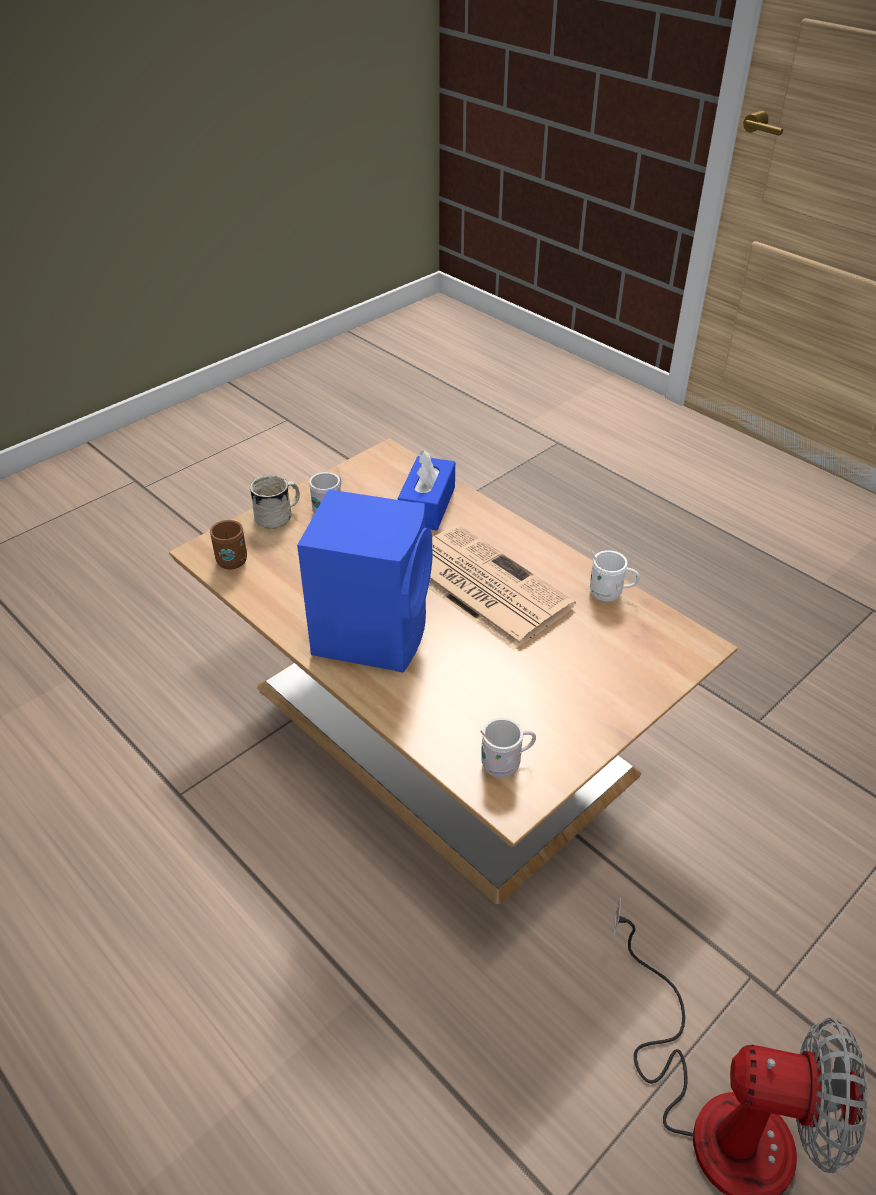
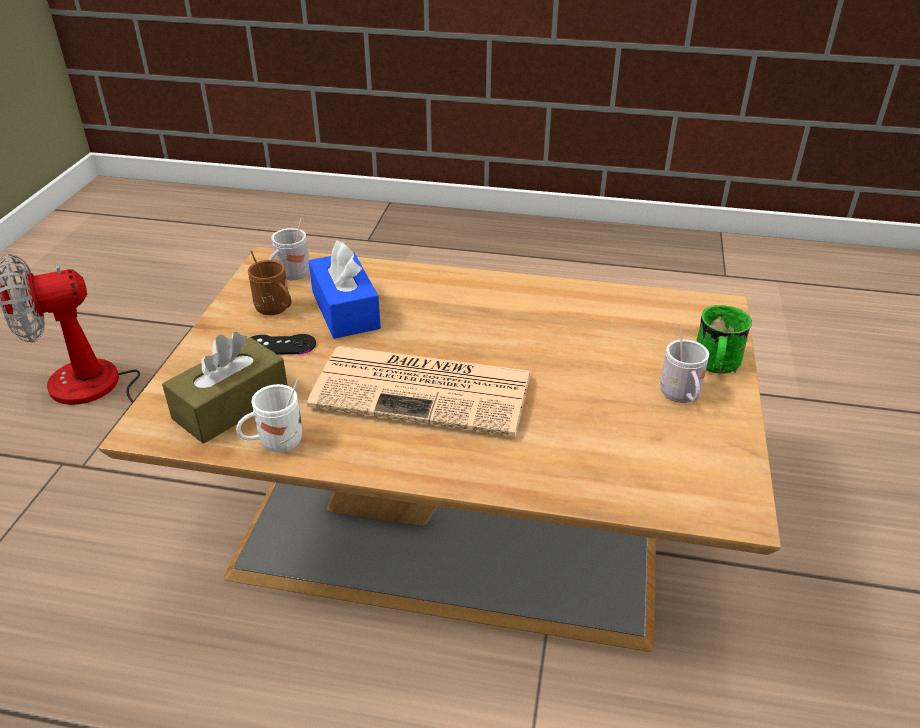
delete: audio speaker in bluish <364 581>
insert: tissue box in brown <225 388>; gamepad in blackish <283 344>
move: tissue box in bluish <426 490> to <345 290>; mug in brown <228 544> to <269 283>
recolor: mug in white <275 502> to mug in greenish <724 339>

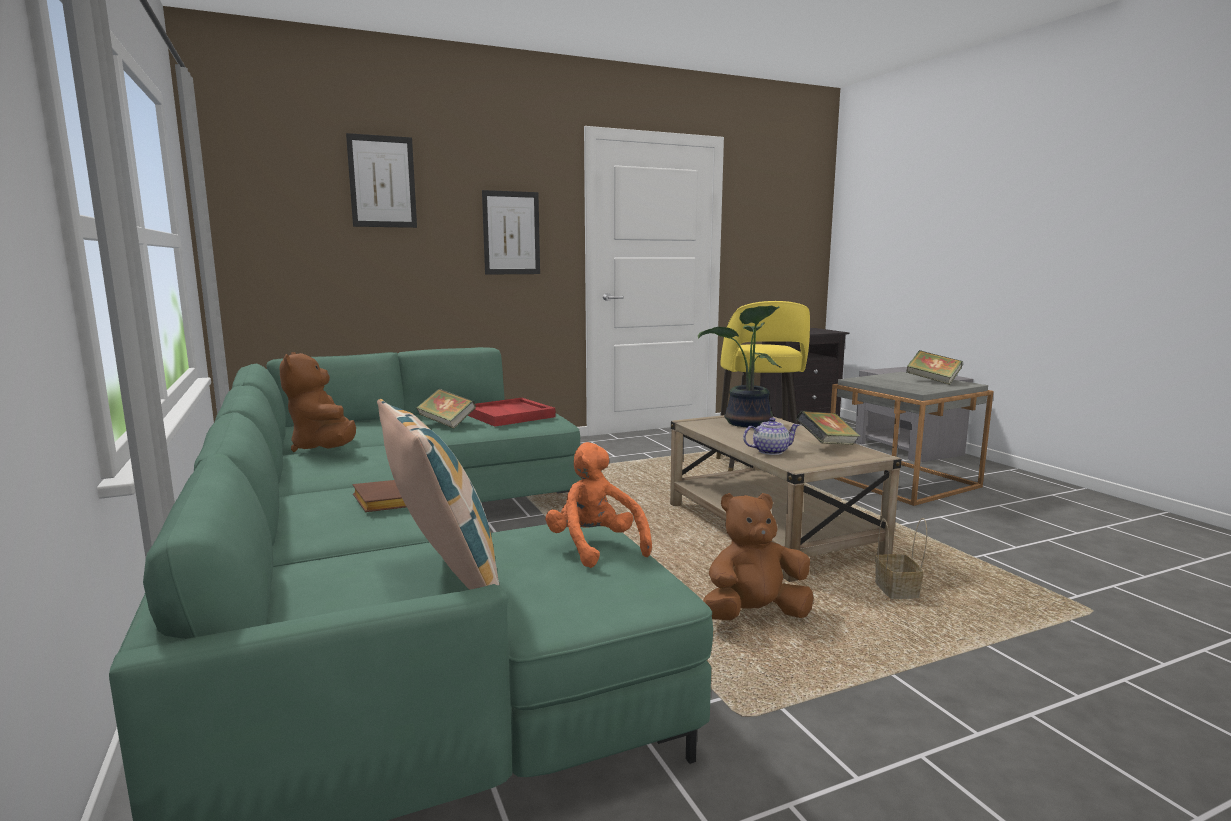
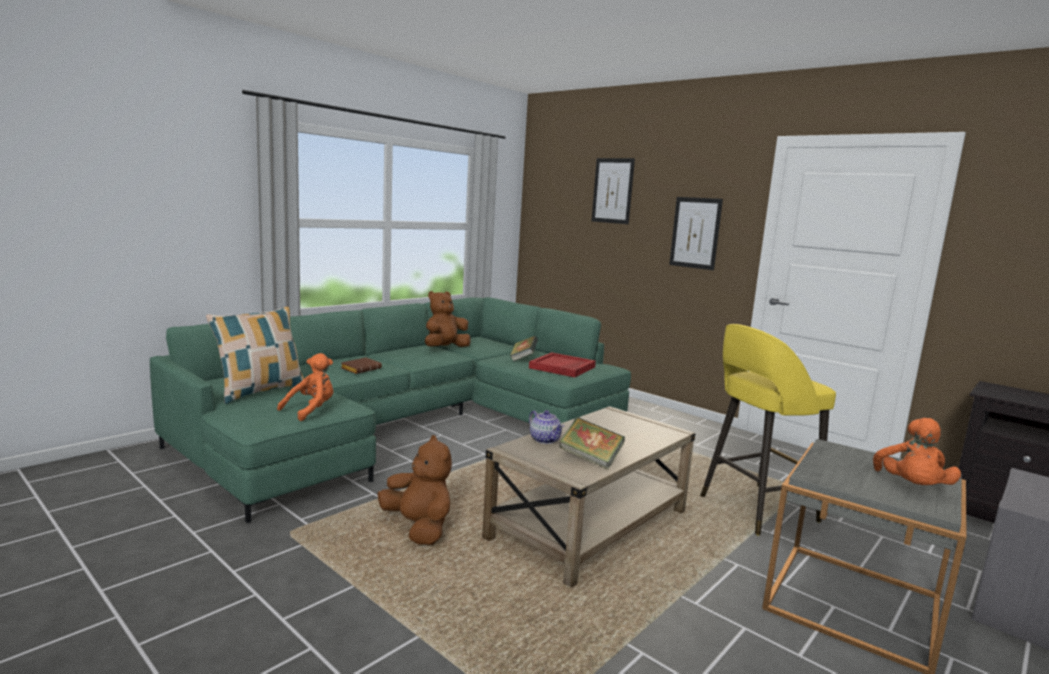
delete: houseplant <739 367>; household basket <901 558>
replace: book <934 367> to plush toy in orange <917 451>

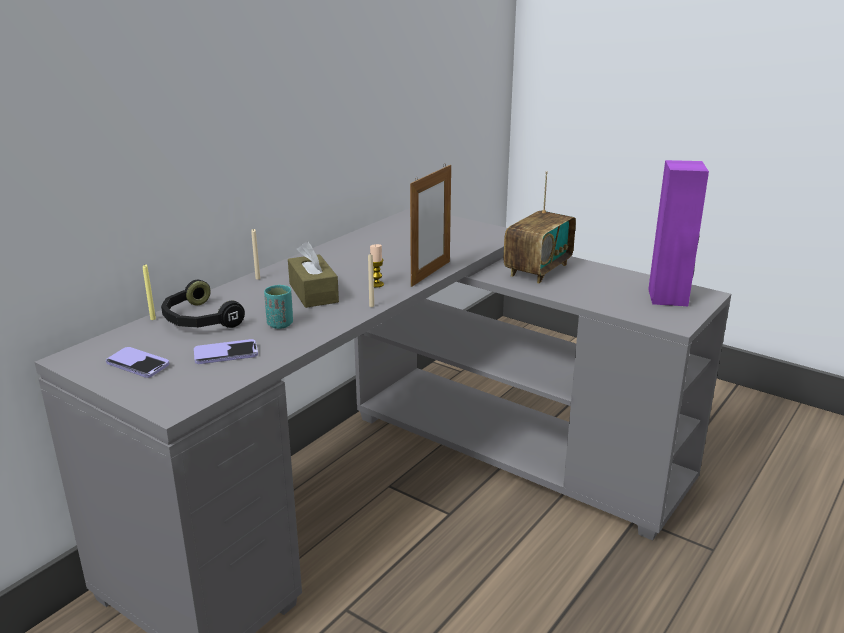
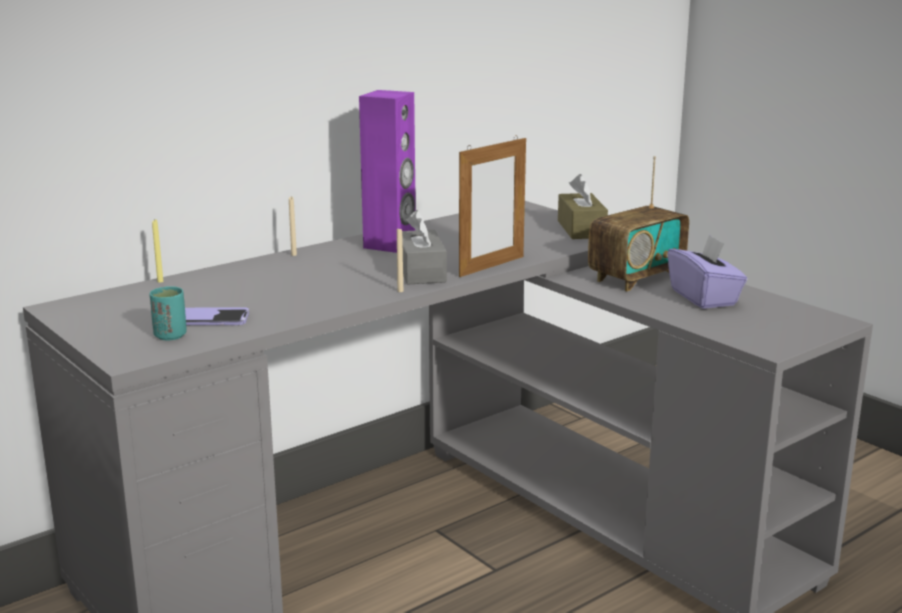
delete: pair of headphones in blackish <203 304>; handset <138 362>
insert: tissue box in purple <707 271>
move: audio speaker in purple <678 233> to <387 171>; tissue box in brown <313 274> to <583 206>; cup in turquoise-coloured <278 307> to <168 313>
replace: wax light <377 265> to tissue box in grey <424 247>

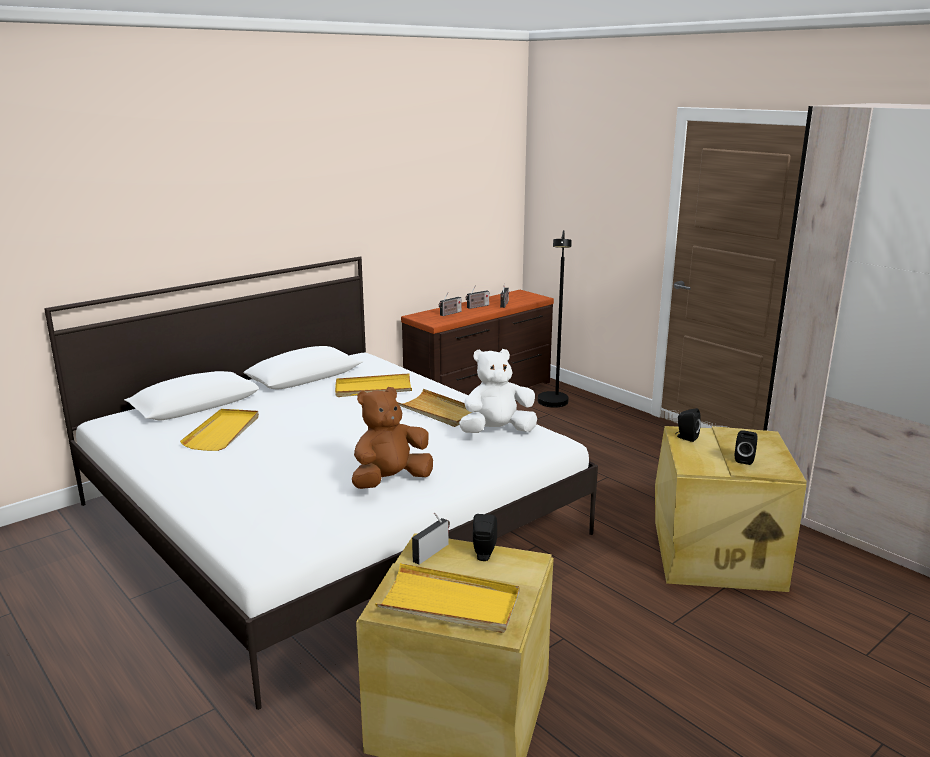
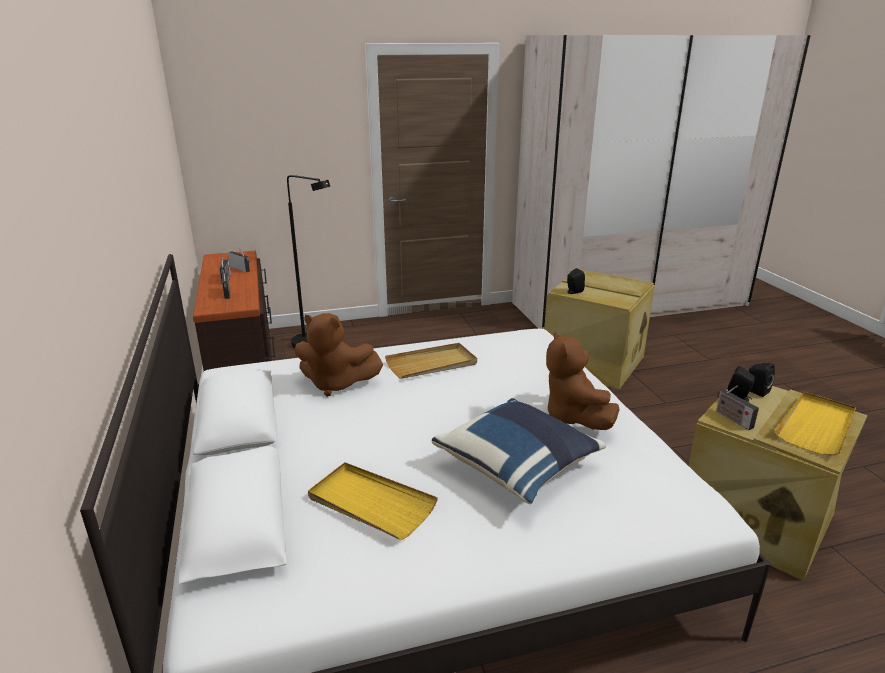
delete: plush toy in white <498 391>
insert: cushion in bluish <519 451>
move: audio speaker in blackish <746 447> to <762 380>
replace: serving tray in yellow <373 385> to plush toy in brown <338 355>

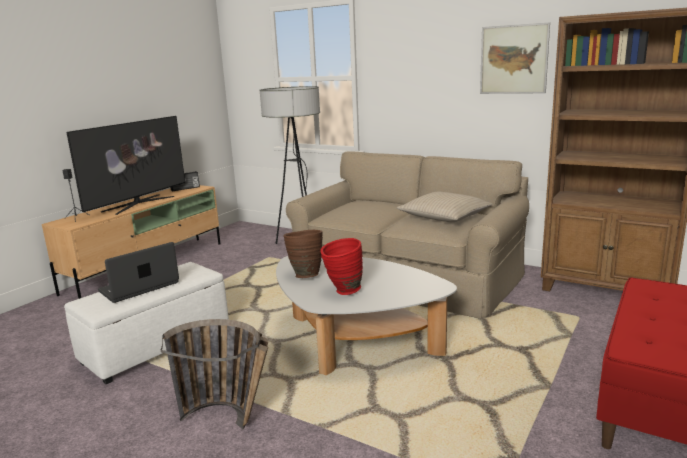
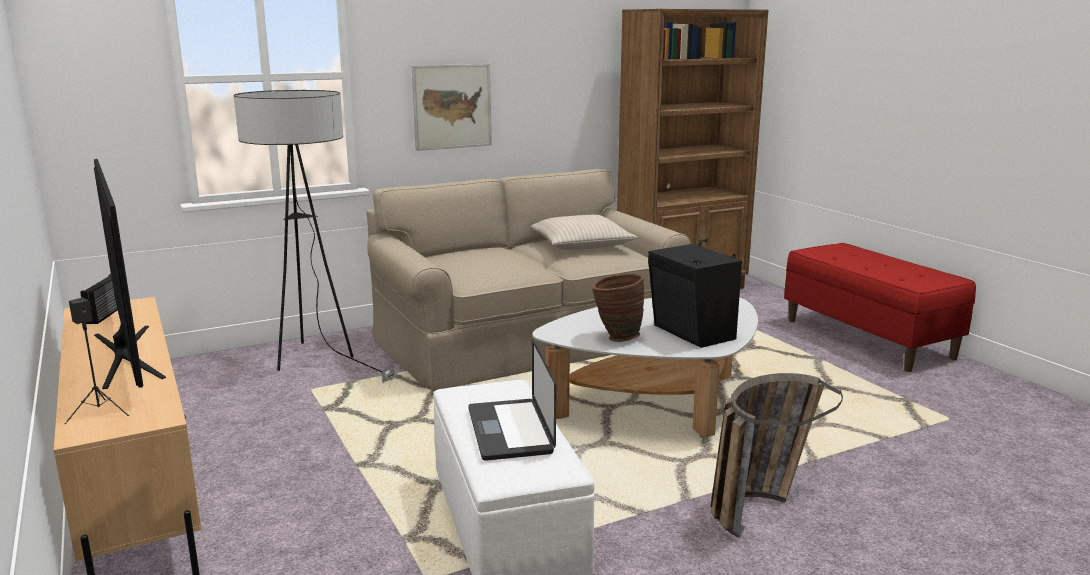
move: picture <515 58> to <452 107>
replace: vase in red <341 266> to audio speaker in blackish <695 295>

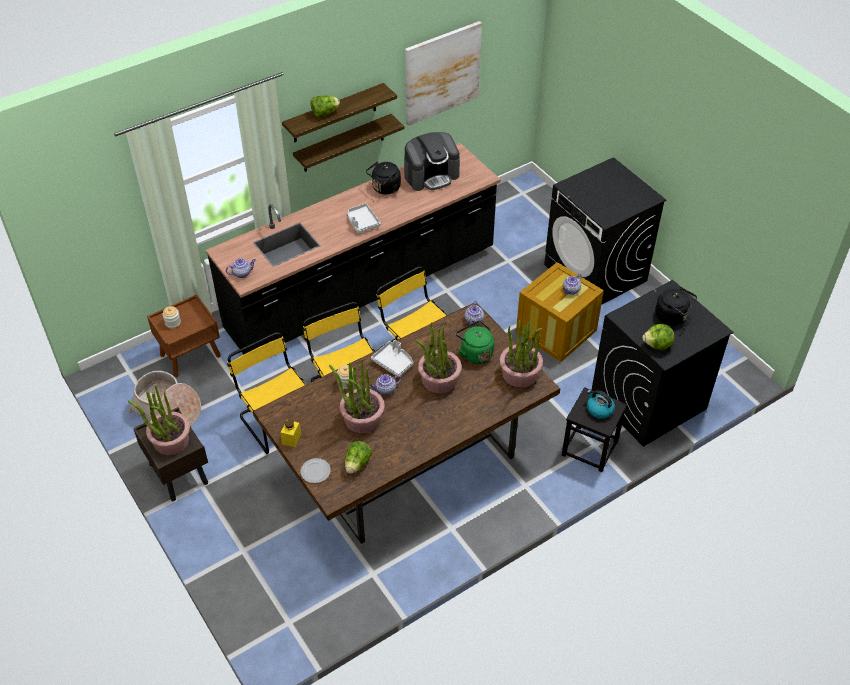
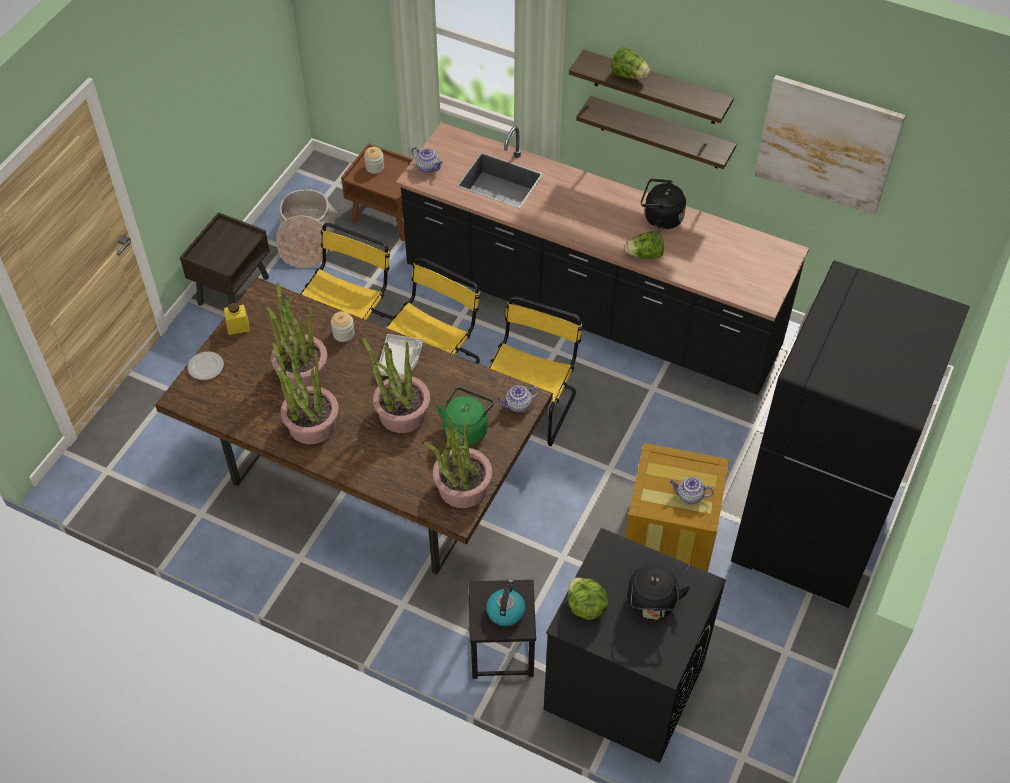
delete: coffee machine <432 161>; serving tray in grey <364 218>; tea pot <386 385>
move: houseplant <159 420> to <305 393>; lettuce head <358 457> to <644 245>
replace: laundry machine in blackish <605 231> to refrigerator in blackish <850 434>

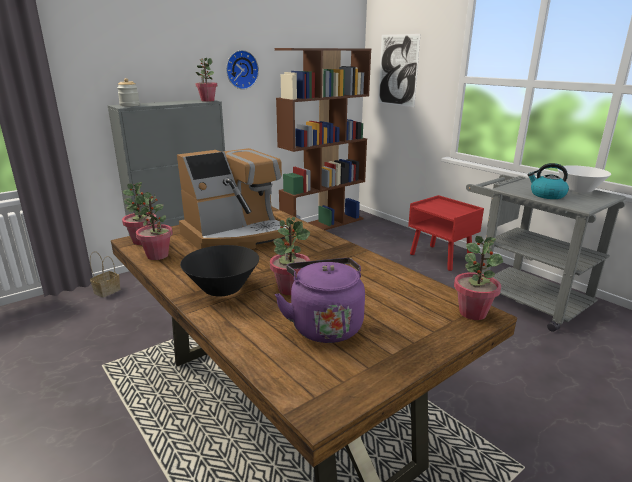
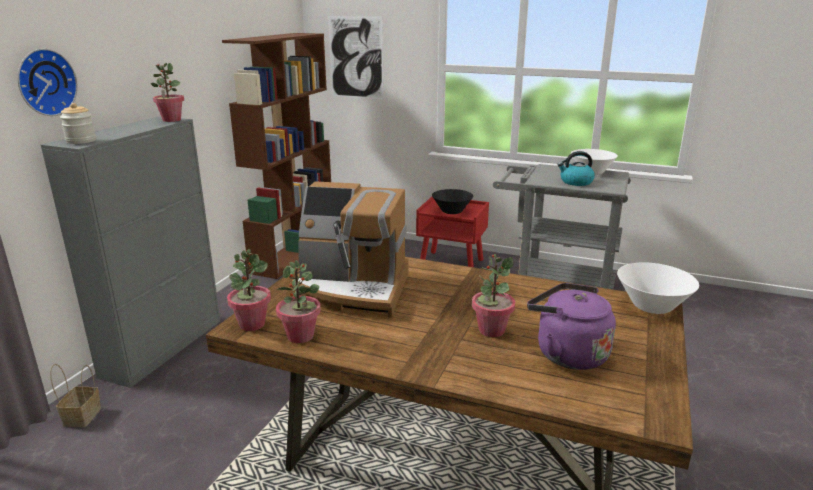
move: clock on the wall <242 70> to <47 82>; bowl in blackish <219 270> to <452 201>
replace: houseplant <478 278> to bowl in white <658 288>
rotate: coffee machine <235 198> = <350 249> 75 degrees clockwise

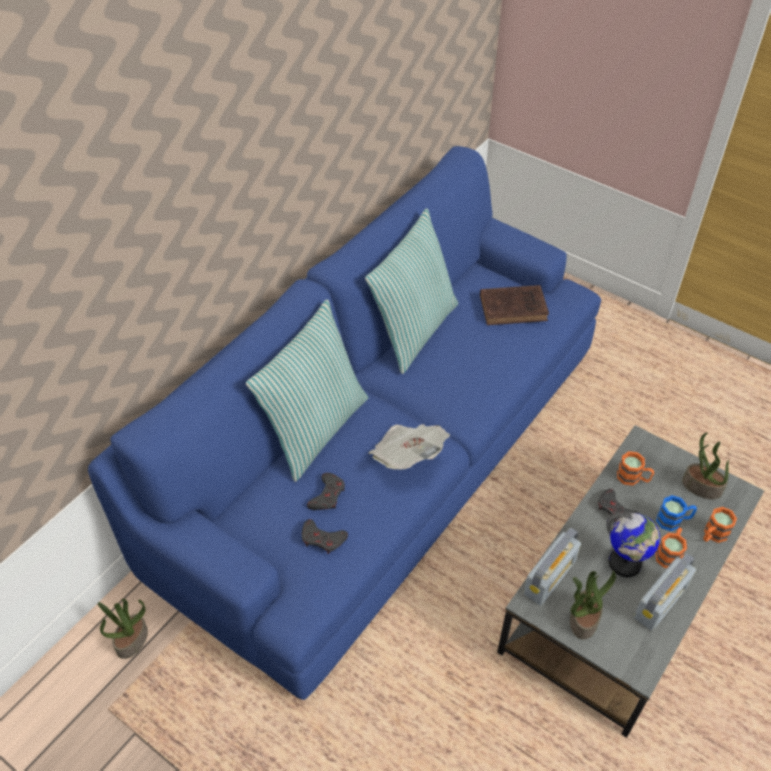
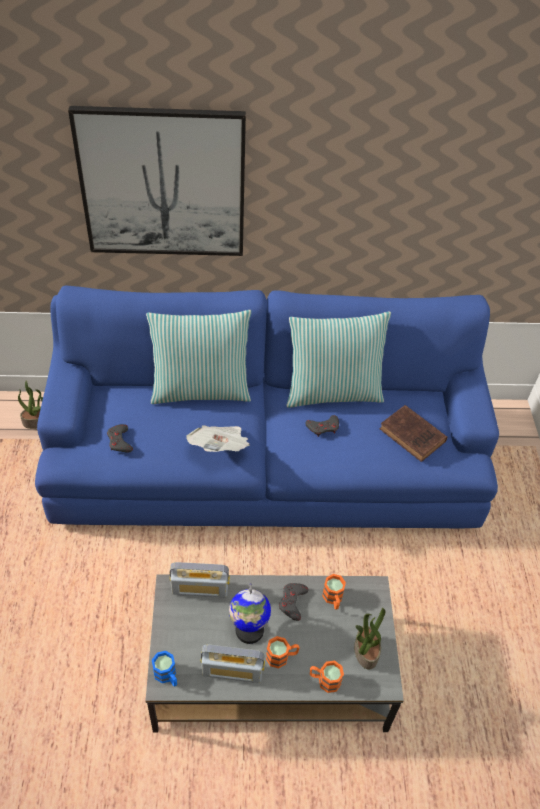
delete: houseplant <593 605>
insert: picture <157 181>
move: gamepad in grey <326 491> to <322 426>; mug in bluish <676 513> to <164 668>

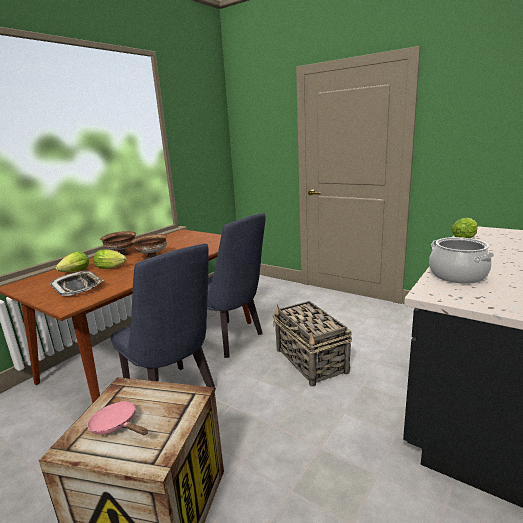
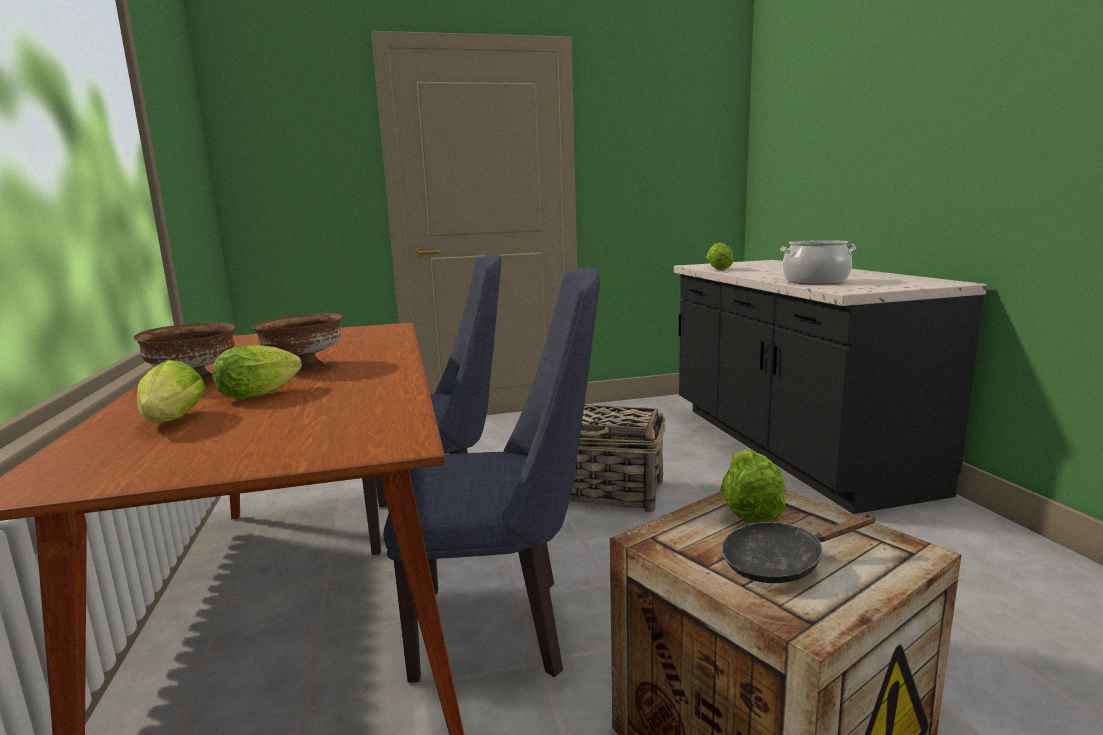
delete: serving tray <77 283>
insert: lettuce head <752 486>
recolor: frying pan in pink-coloured <117 418> to frying pan in blackish <799 548>

